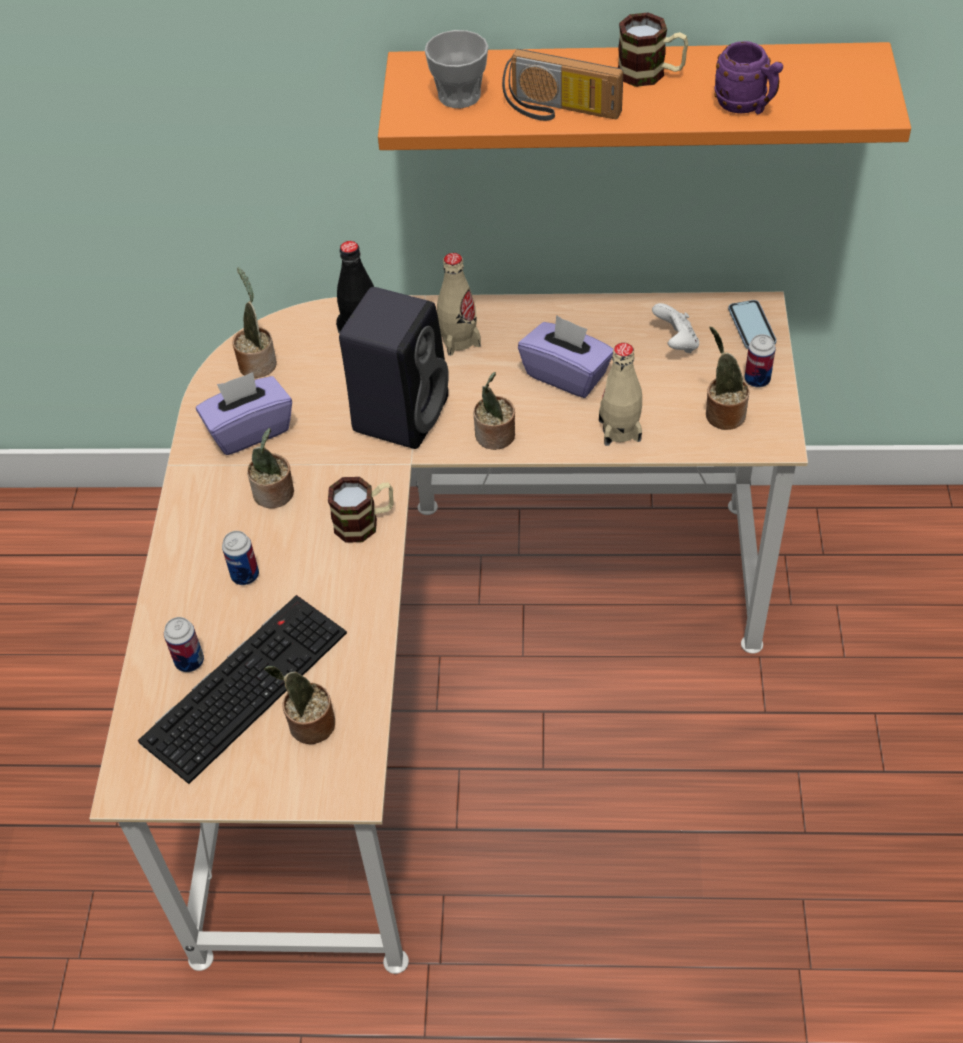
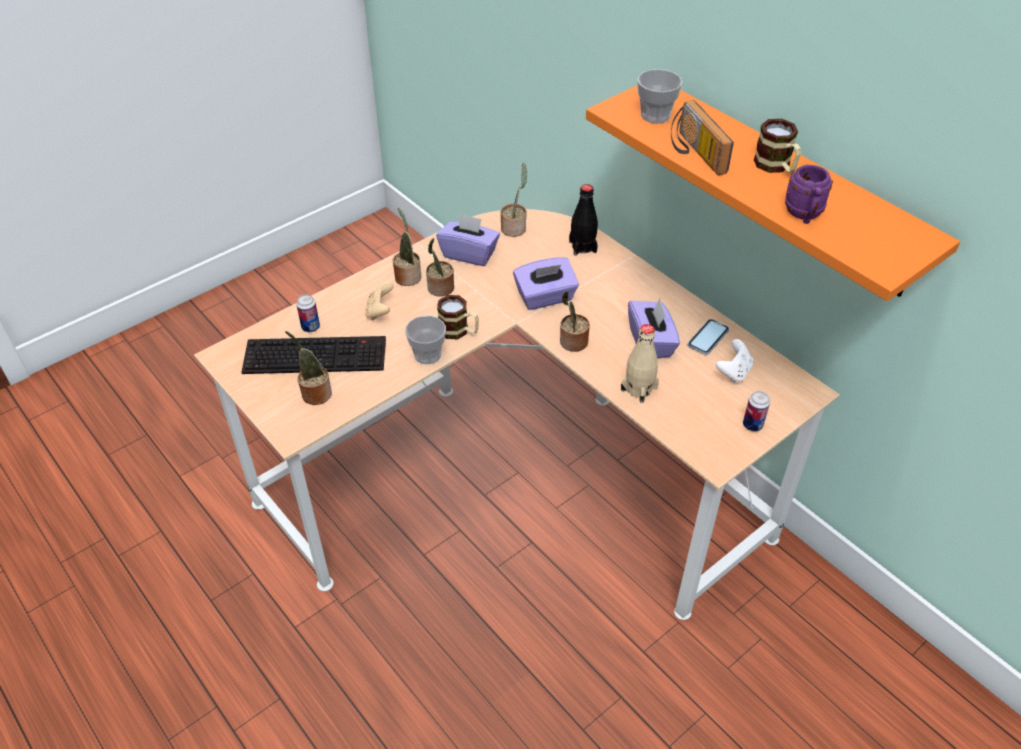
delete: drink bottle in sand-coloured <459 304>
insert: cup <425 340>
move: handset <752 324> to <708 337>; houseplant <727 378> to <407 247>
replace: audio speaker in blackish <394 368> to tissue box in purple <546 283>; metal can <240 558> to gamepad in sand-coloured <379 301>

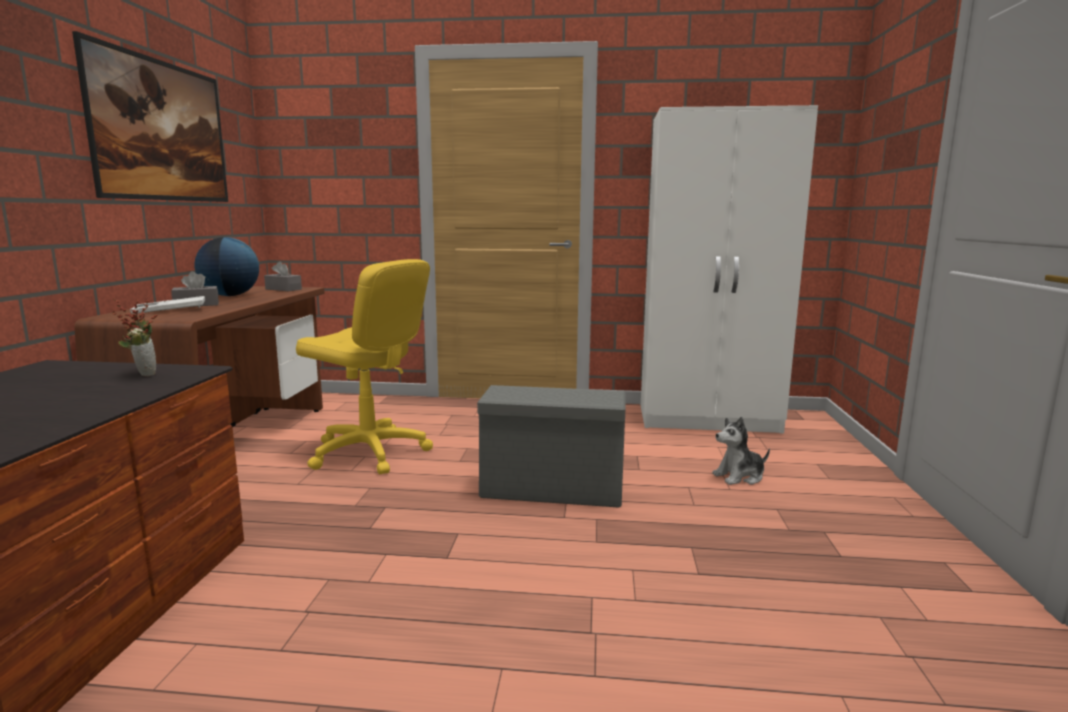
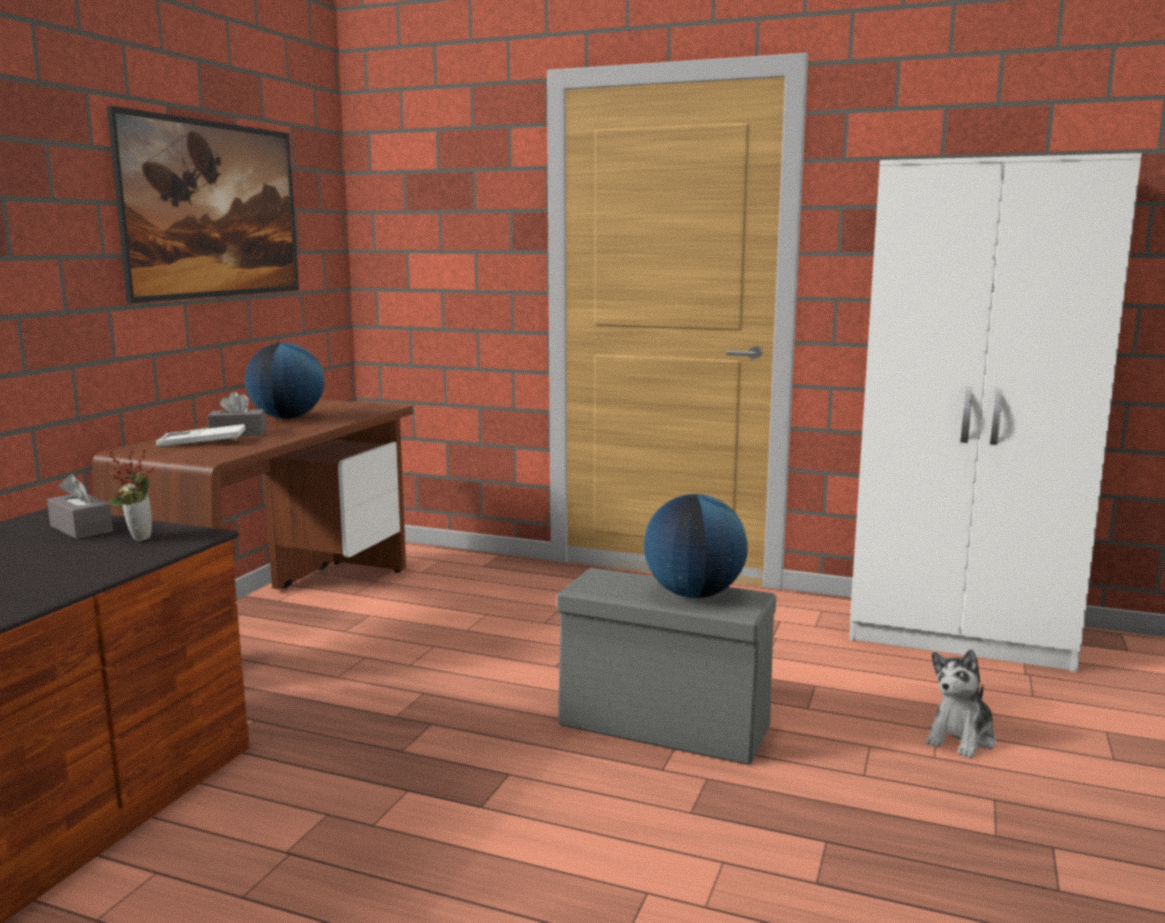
delete: computer chair in yellow <364 366>
insert: desk globe <696 546>
move: tissue box in grey <283 276> to <80 506>
rotate: plush toy <741 451> = <961 704> 45 degrees counterclockwise

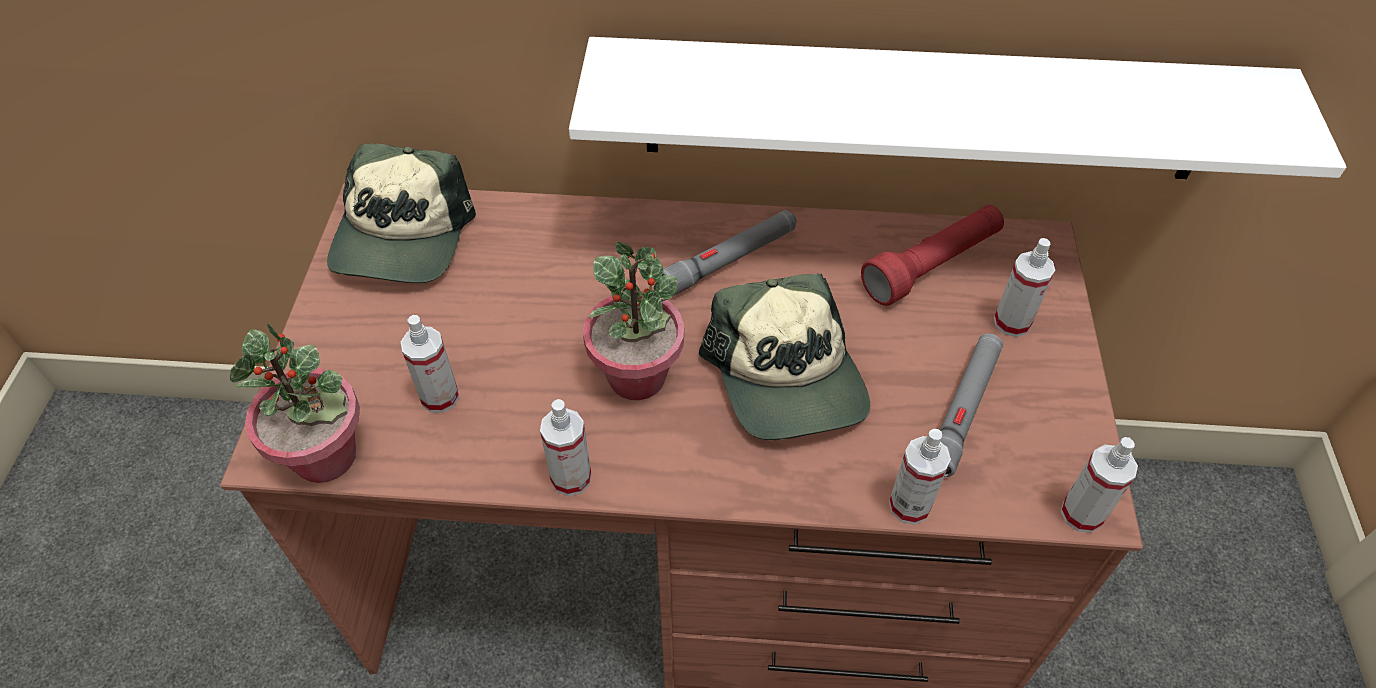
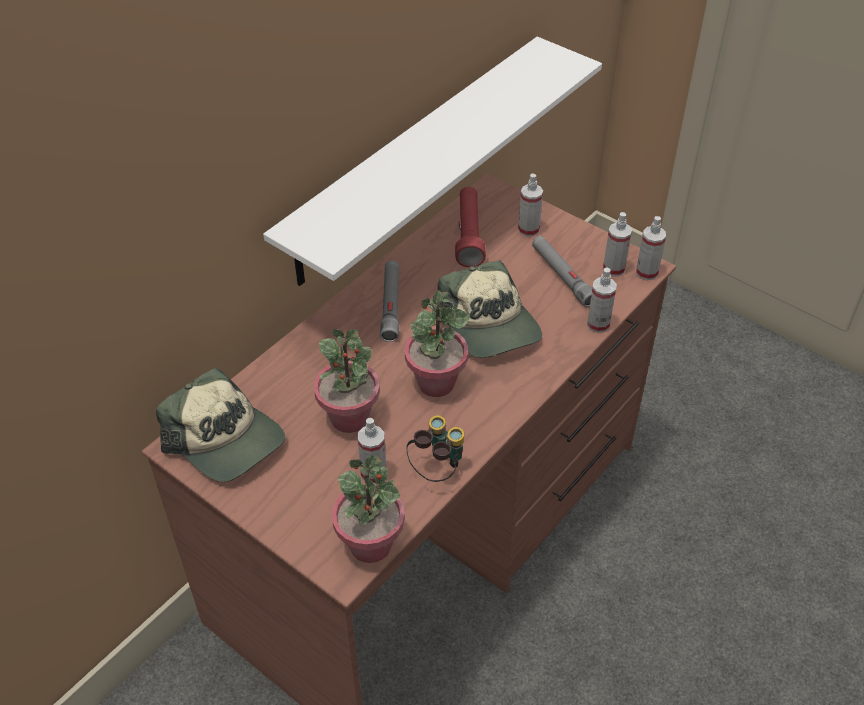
insert: houseplant <347 381>; pair of binoculars <435 448>
move: sprayer <565 447> to <617 244>
rotate: cap <784 356> = <490 309> 45 degrees clockwise

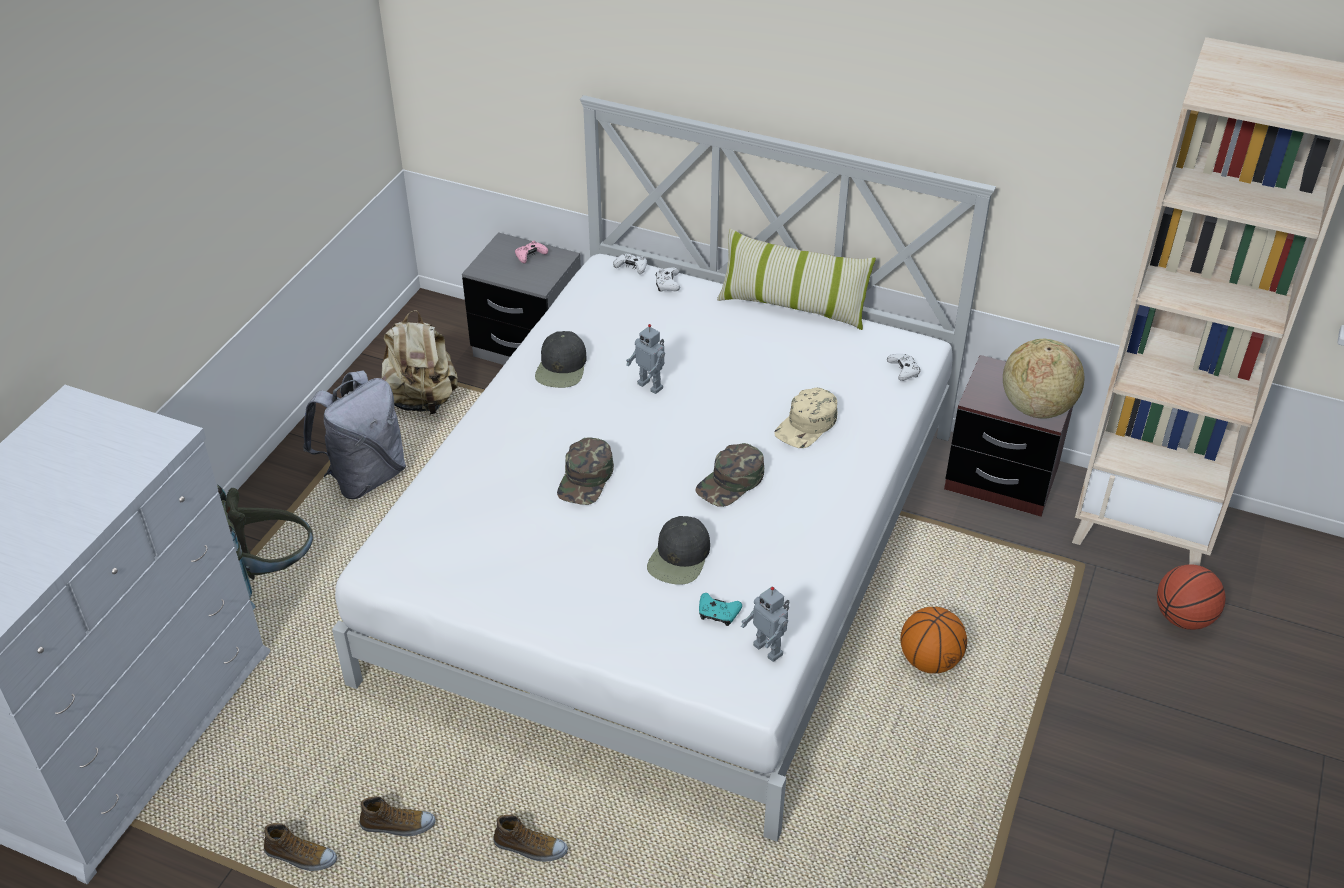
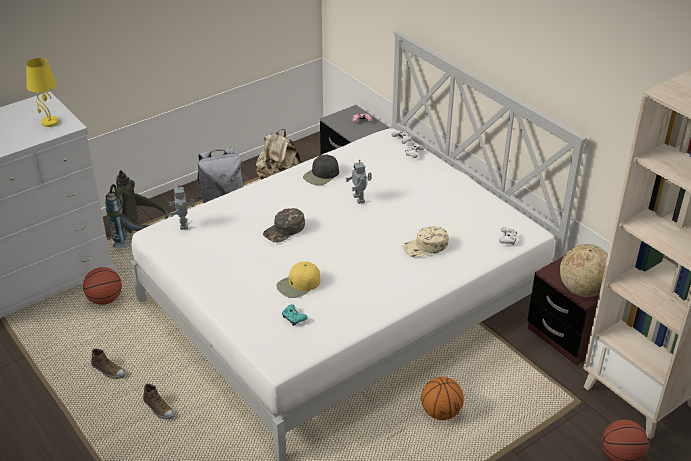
delete: cushion <796 279>; cap in greenish <729 475>; shoe <300 847>
insert: lamp for a table in yellow <42 92>; basketball <102 286>
move: model robot <765 624> to <182 207>
recolor: cap in blackish <678 550> to cap in yellow <298 279>

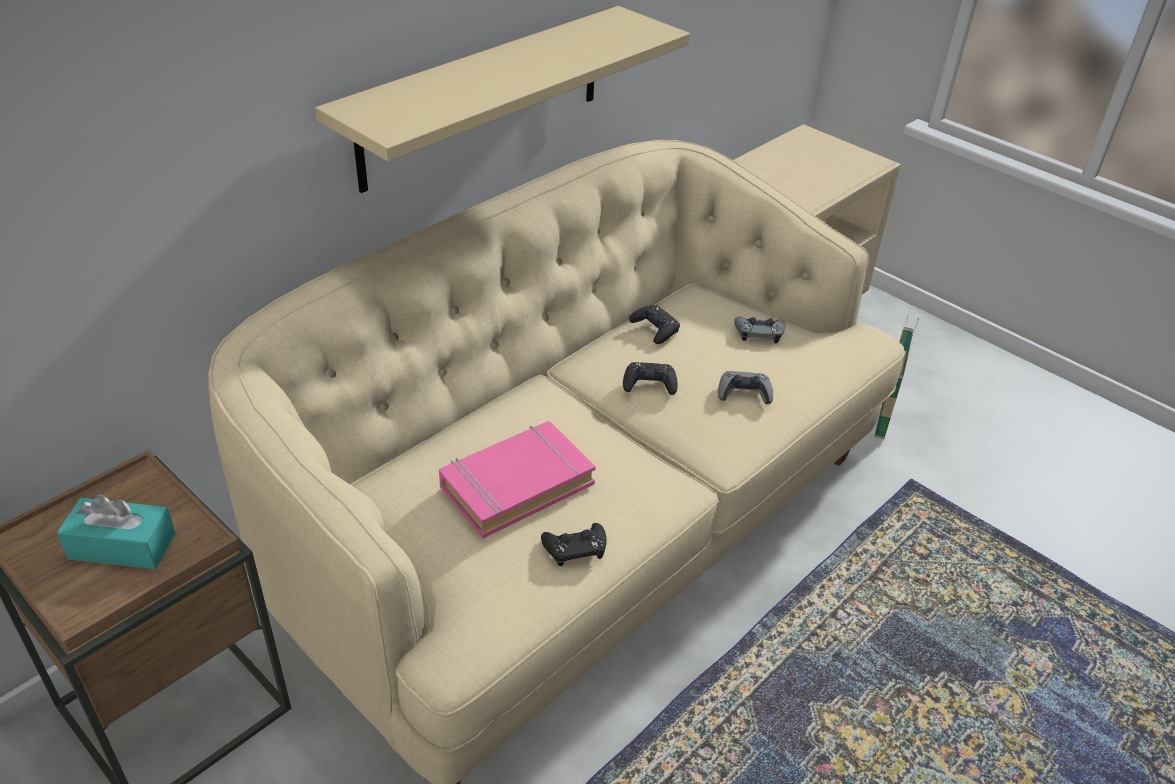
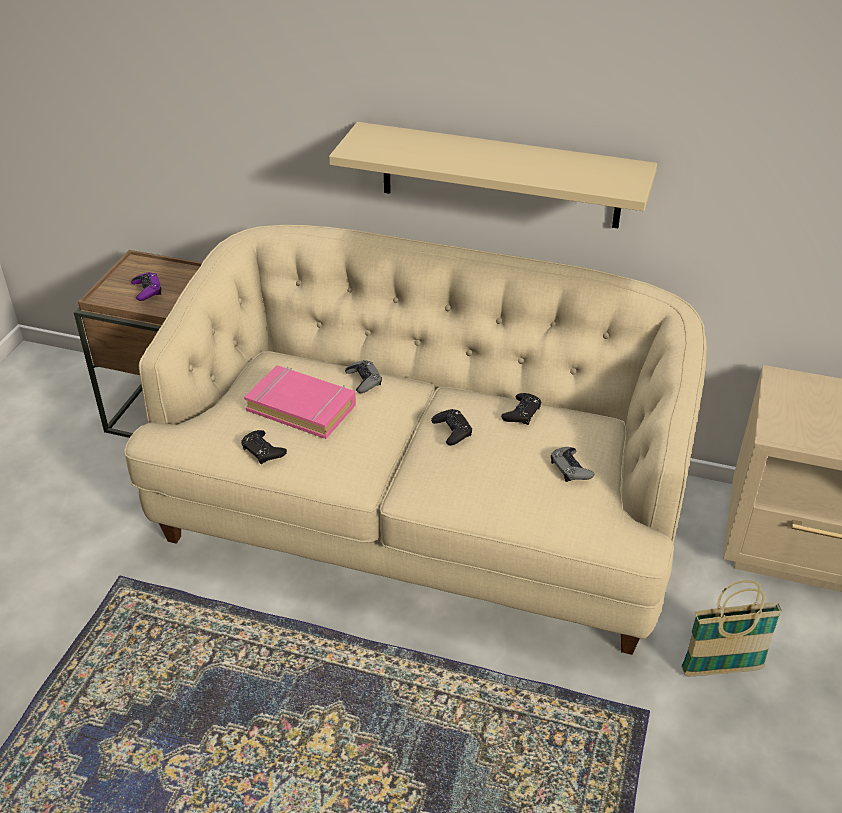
move: gamepad in grey <745 388> to <363 376>
replace: tissue box in turquoise-coloured <116 531> to gamepad in purple <146 286>

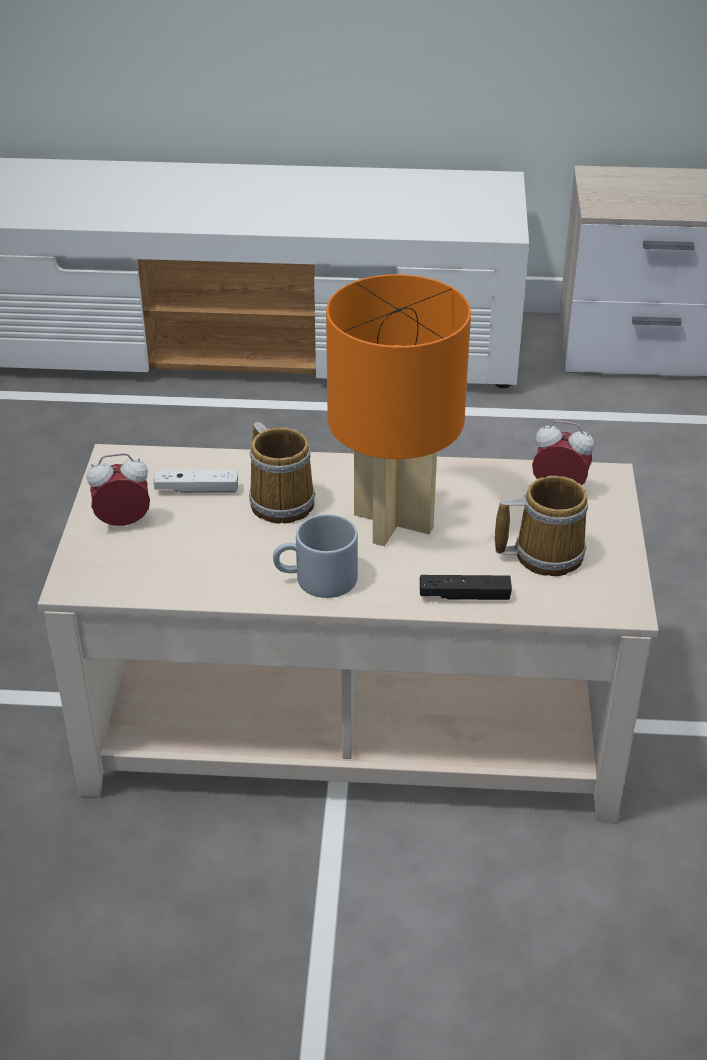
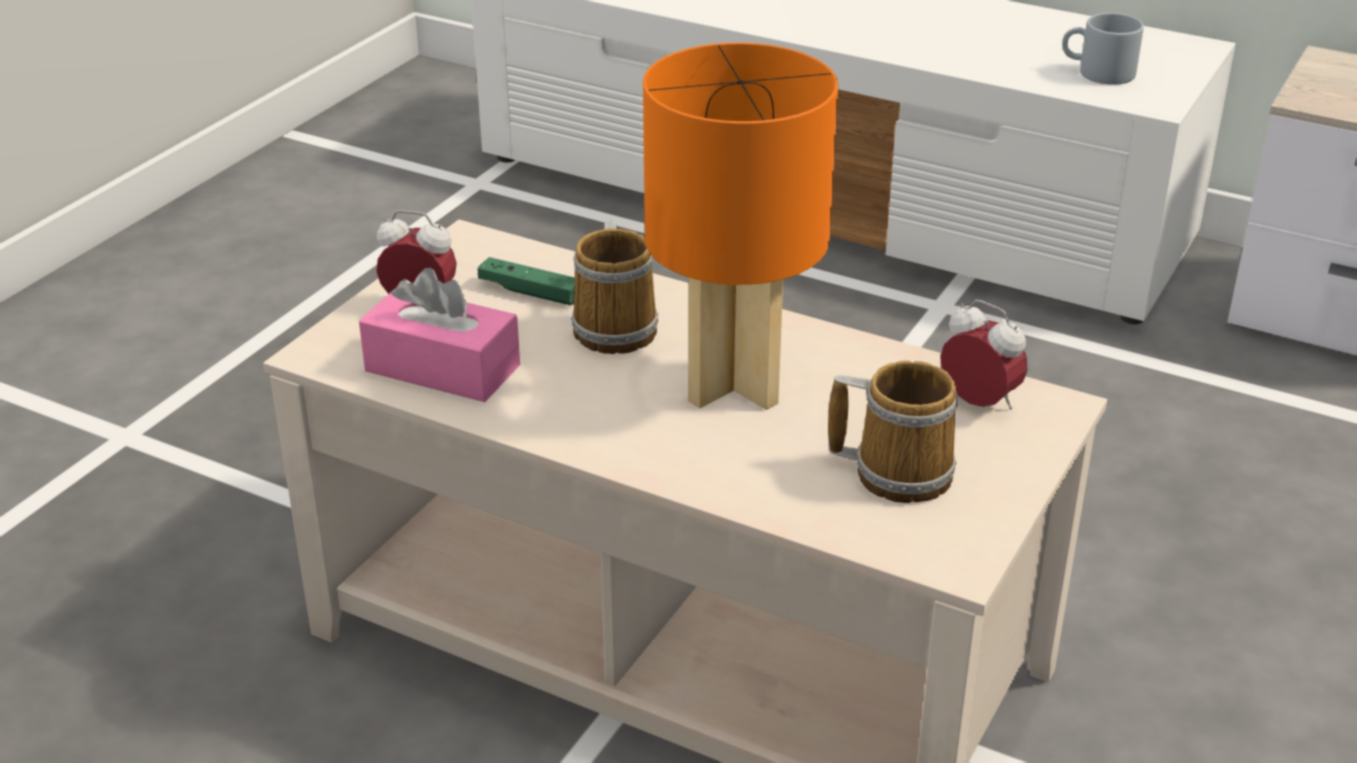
delete: gamepad in blackish <465 587>
insert: tissue box in pink-coloured <439 335>
move: mug in grey <315 556> to <1103 49>
recolor: gamepad in white <195 481> to gamepad in greenish <526 281>

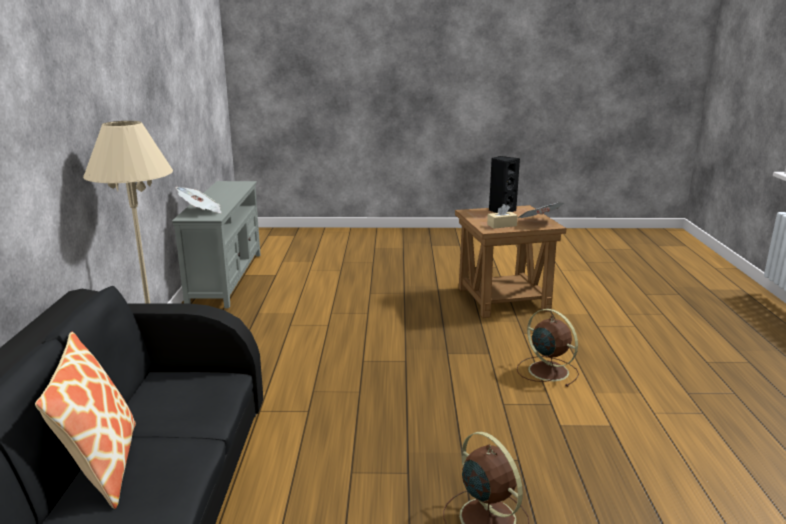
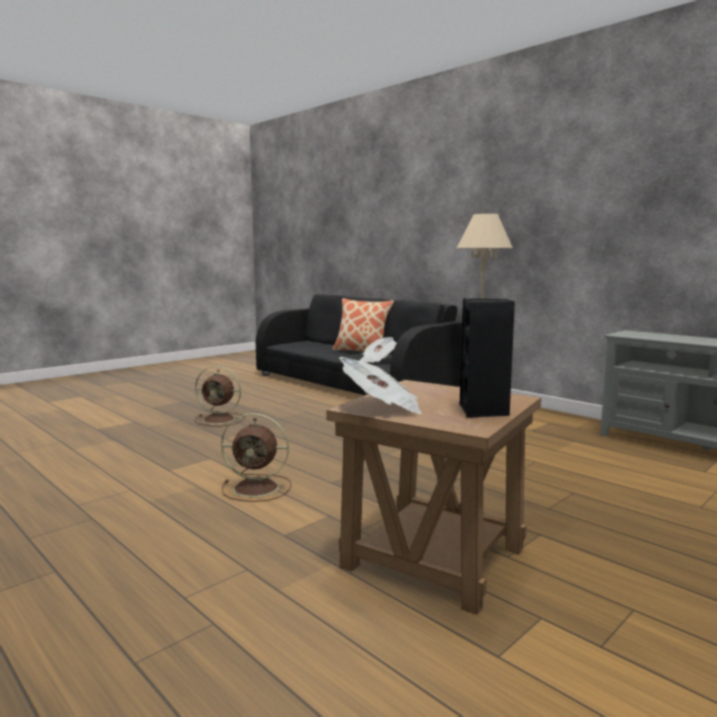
delete: tissue box in sand-coloured <502 216>
move: daily paper <198 200> to <378 350>

